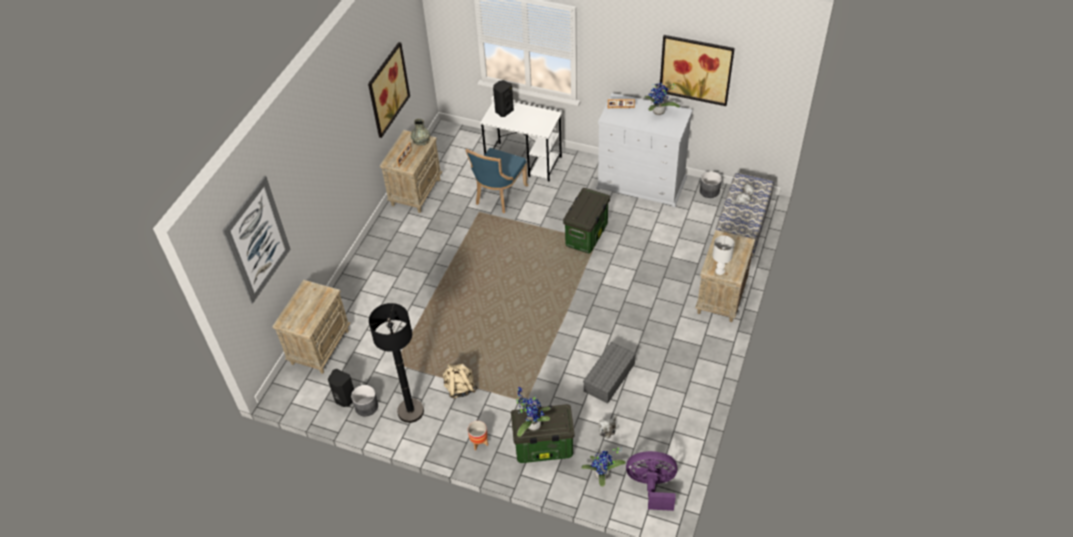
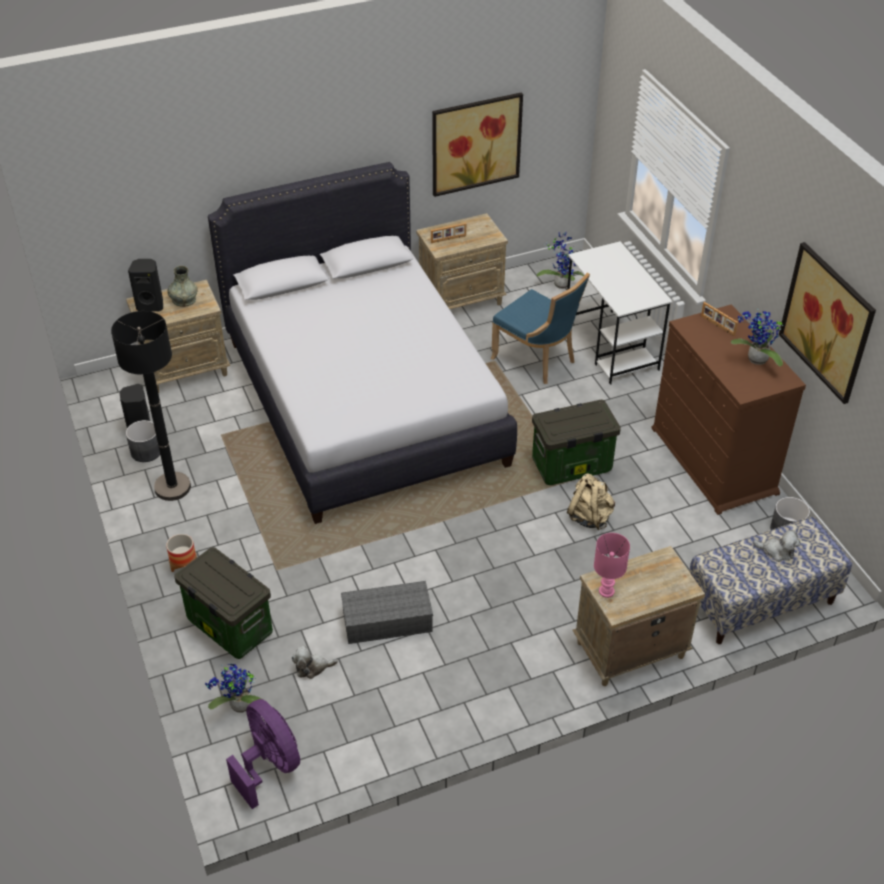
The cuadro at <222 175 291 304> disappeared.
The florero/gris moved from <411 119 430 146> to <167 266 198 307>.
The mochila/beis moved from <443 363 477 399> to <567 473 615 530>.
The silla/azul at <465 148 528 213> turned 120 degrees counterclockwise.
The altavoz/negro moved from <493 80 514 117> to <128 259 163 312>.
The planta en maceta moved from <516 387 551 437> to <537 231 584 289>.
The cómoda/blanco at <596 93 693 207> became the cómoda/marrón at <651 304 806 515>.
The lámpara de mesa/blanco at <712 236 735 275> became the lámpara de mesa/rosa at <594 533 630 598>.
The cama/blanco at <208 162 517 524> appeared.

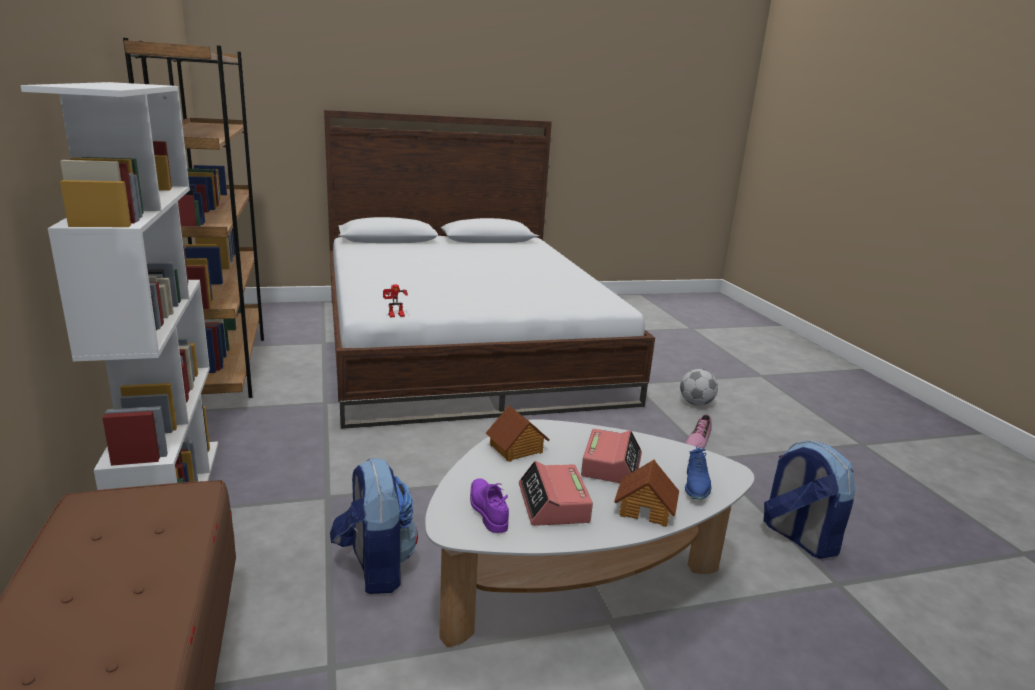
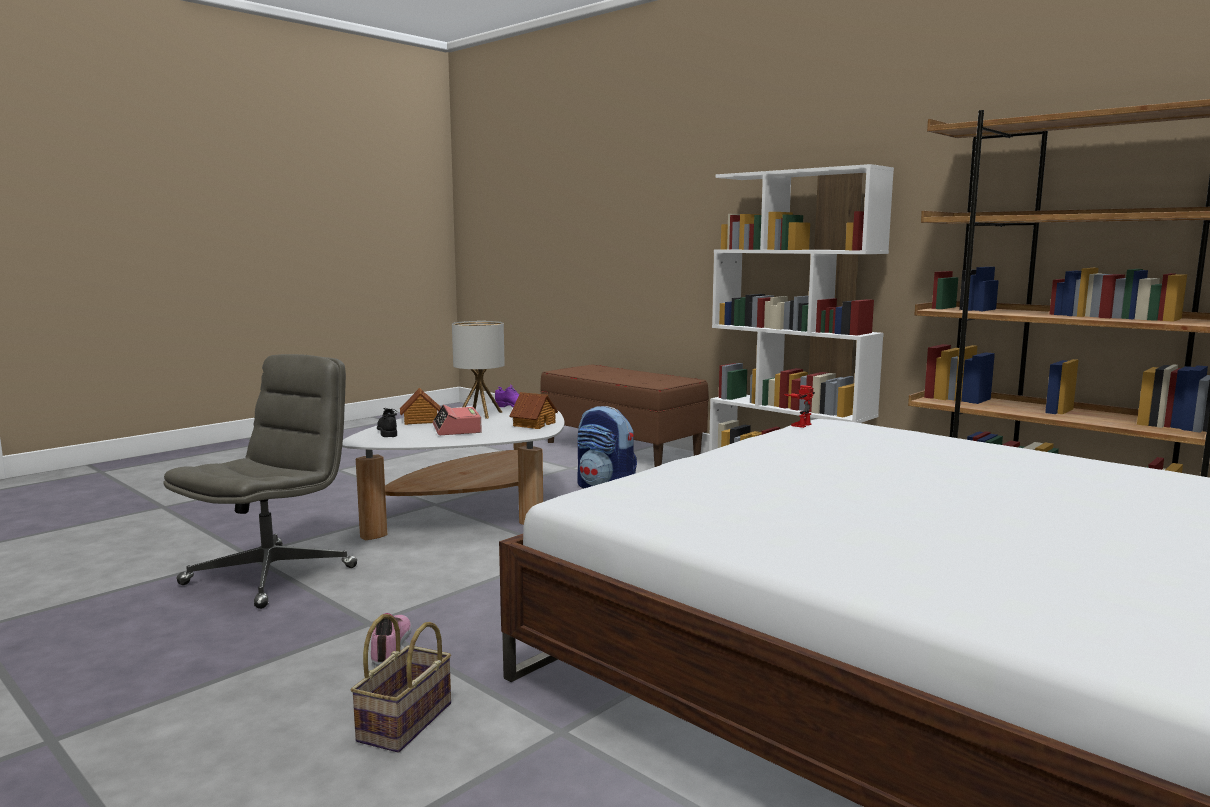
The despertador at <519 461 593 526> was replaced by the lámpara de mesa at <452 321 505 419>.
The balón de fútbol at <680 369 718 406> was replaced by the cesta at <351 614 451 753>.
The zapato/azul at <685 446 711 500> became the zapato/negro at <377 408 397 437>.
The mochila at <763 441 855 559> was replaced by the silla de oficina/gris at <163 354 357 609>.

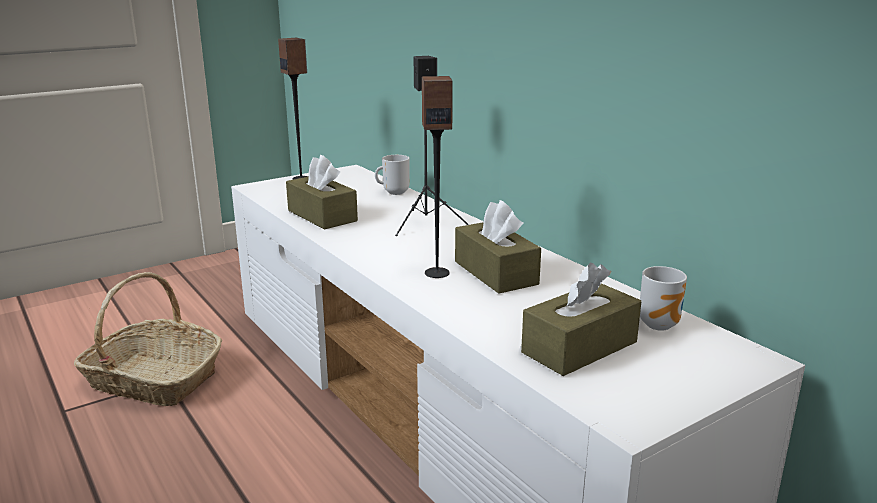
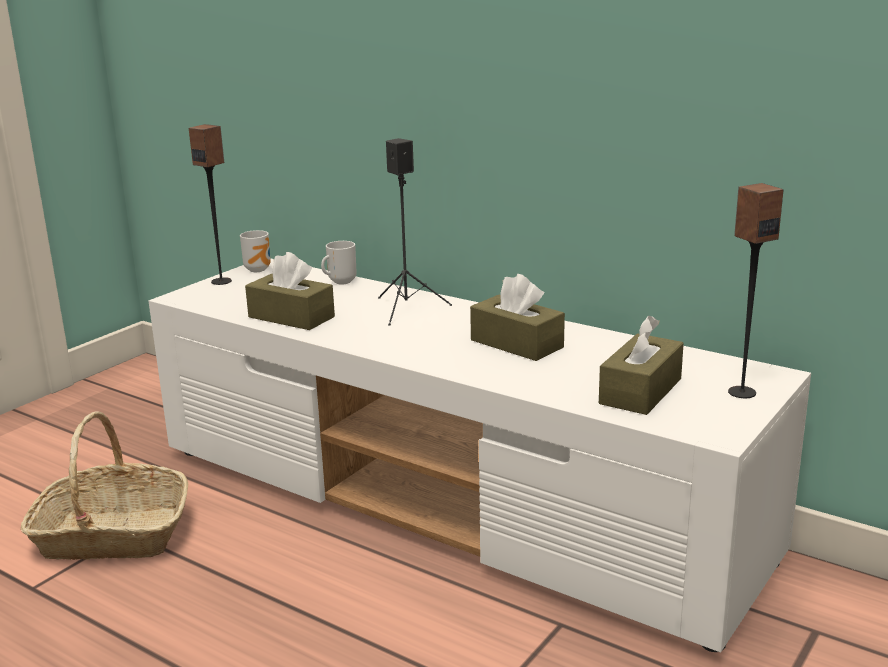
The altavoz moved from <422 76 453 278> to <728 183 783 398>.
The taza grande moved from <640 266 687 331> to <240 230 271 272>.

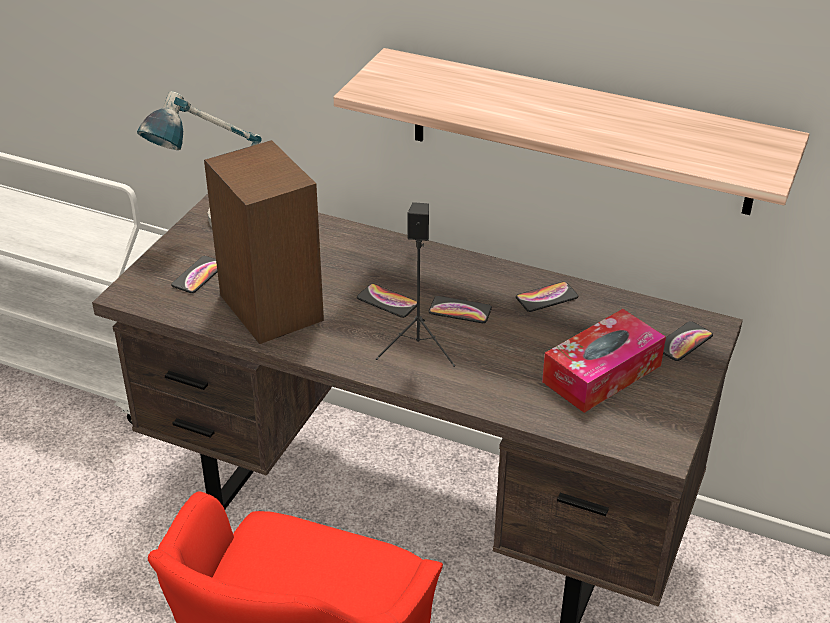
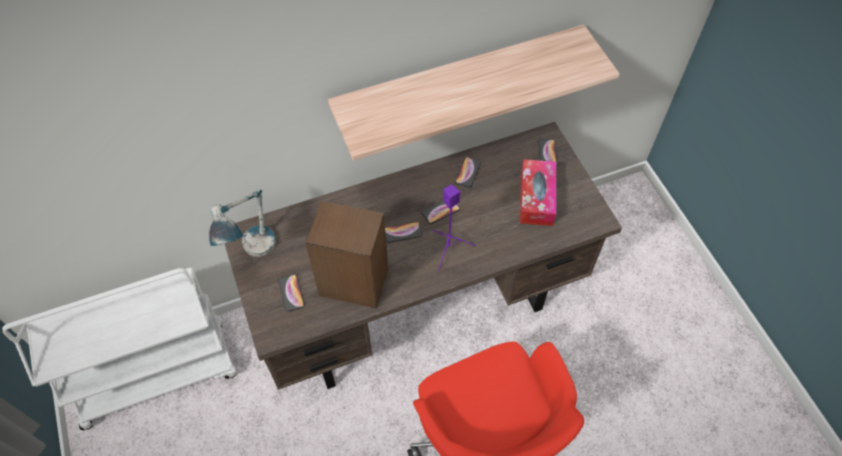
The altavoz/negro at <376 202 455 367> became the altavoz/morado at <431 184 476 271>.

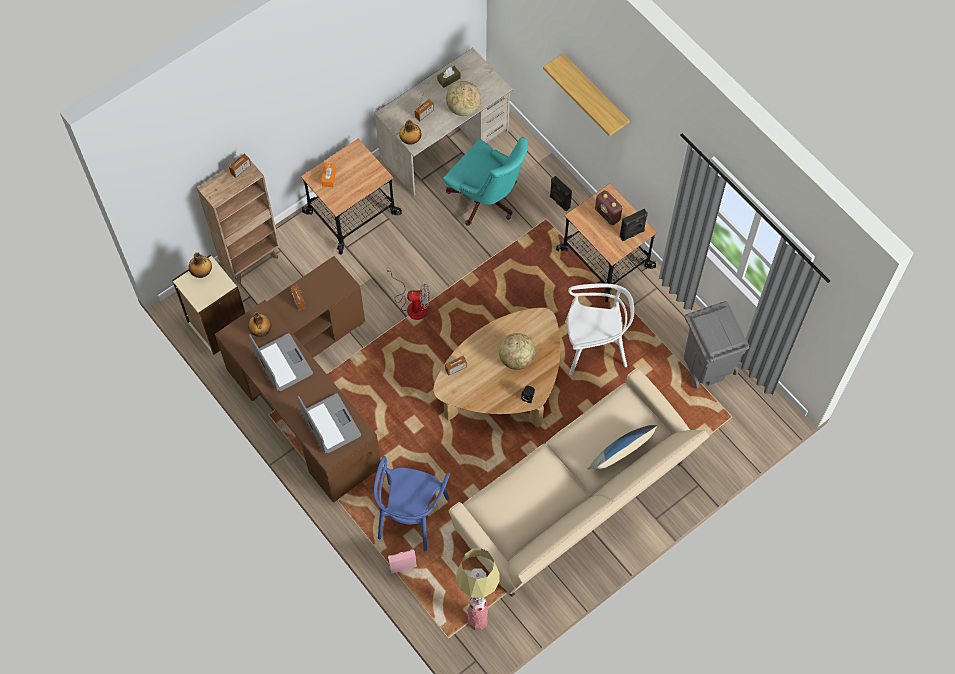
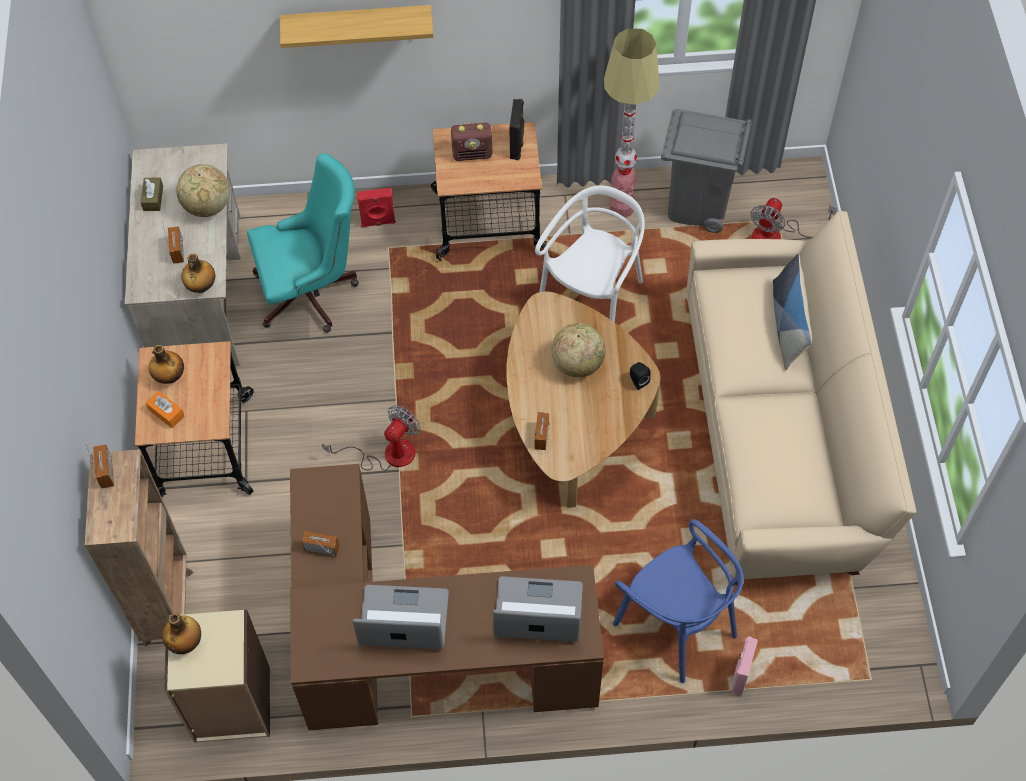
The botella moved from <248 312 271 337> to <149 345 184 384>.
The lámpara de pie moved from <456 548 500 631> to <604 28 659 218>.
The altavoz/negro at <550 176 572 211> became the altavoz/rojo at <357 188 396 227>.
The ventilador at <750 198 837 239> appeared.

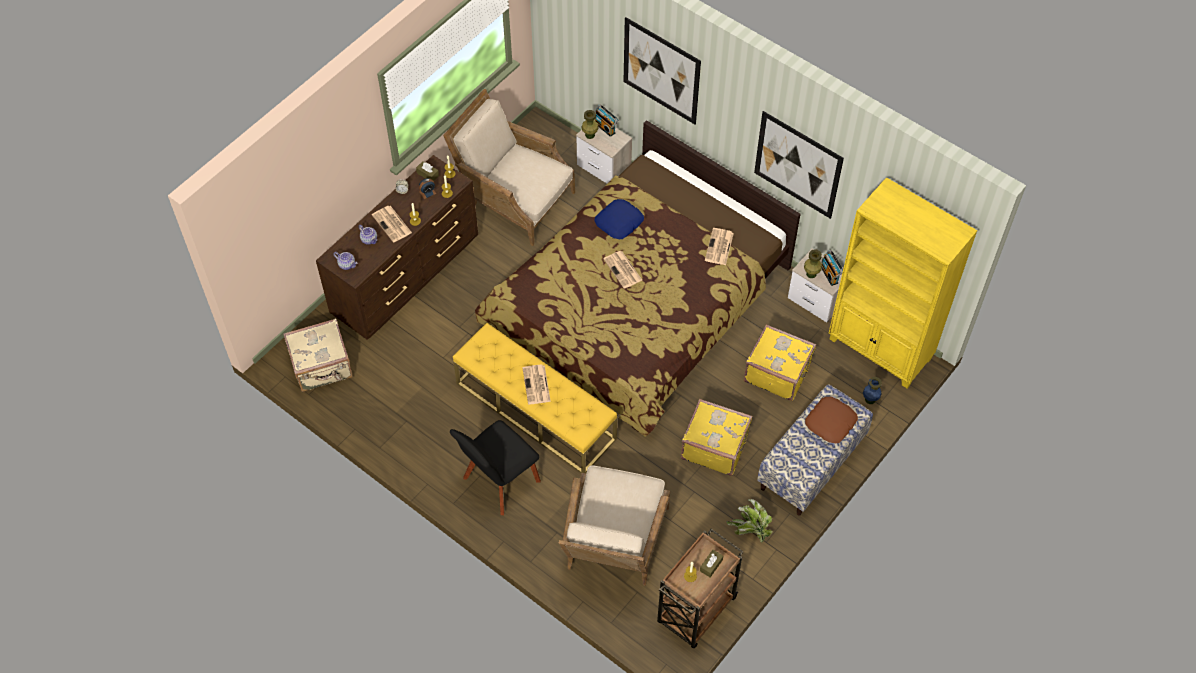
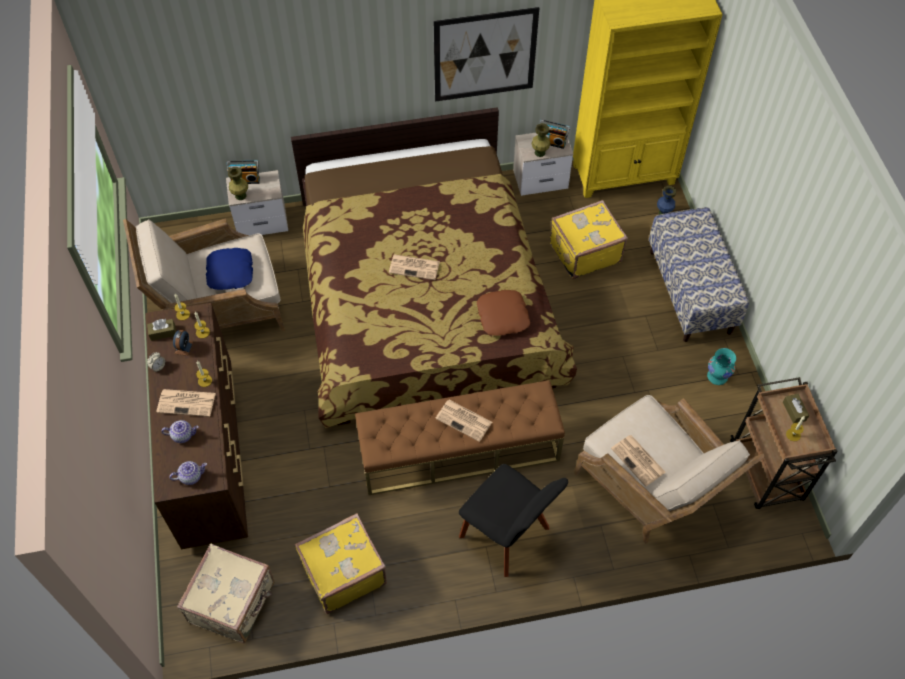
The silla/negro at <450 420 541 515> turned 45 degrees counterclockwise.
The banco/amarillo at <453 323 617 474> became the banco/marrón at <355 380 565 495>.
The cojín/azul moved from <594 199 644 239> to <206 248 253 290>.
The cuadro at <623 17 701 124> disappeared.
The maleta/amarillo moved from <681 399 752 476> to <295 513 387 614>.
The periódico moved from <705 228 734 265> to <611 435 666 487>.
The planta en maceta at <726 499 773 542> was replaced by the florero/turquesa at <707 348 736 385>.
The cojín/marrón moved from <805 397 858 443> to <477 290 530 336>.

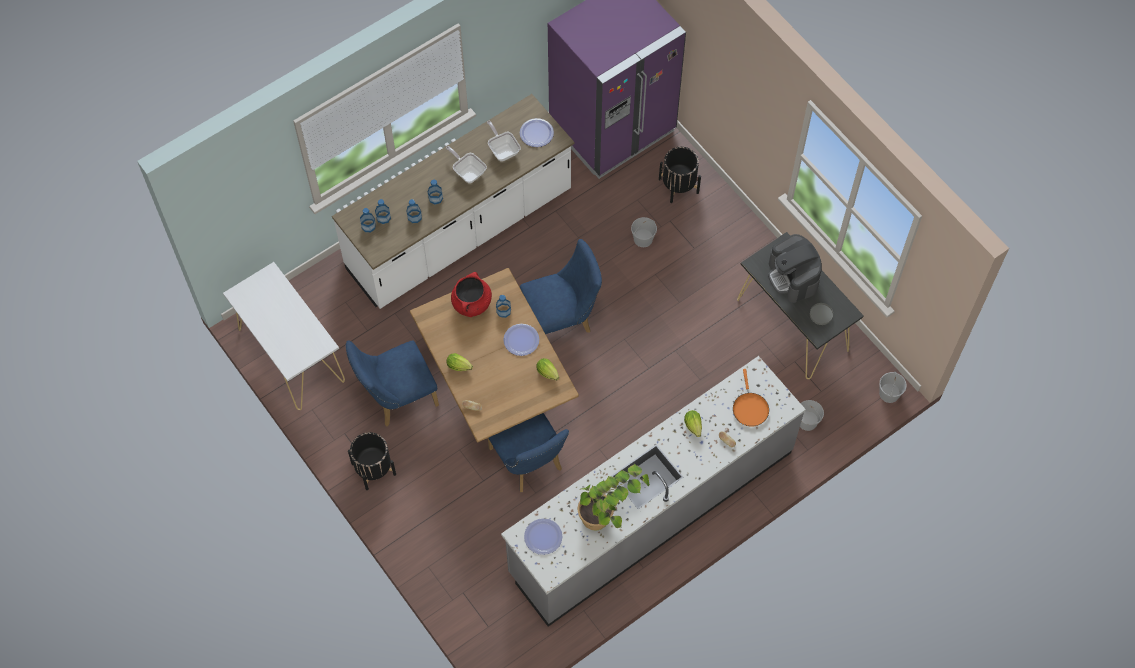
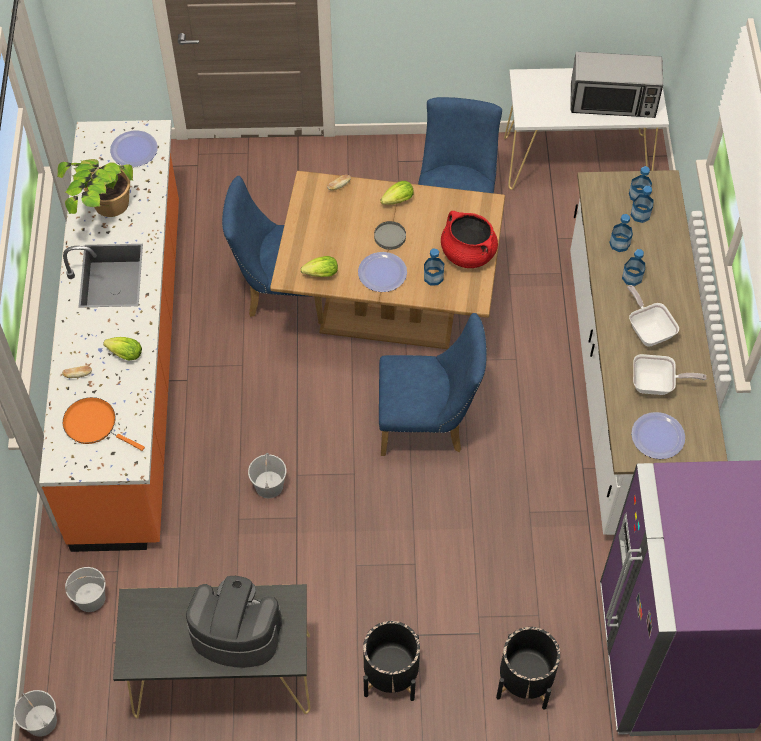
The maceta/negro moved from <348 432 396 490> to <363 621 420 701>.
The sartén at <446 146 487 183> turned 105 degrees counterclockwise.
The mueble bajo de cocina/gris at <501 356 806 627> became the mueble bajo de cocina/naranja at <39 120 179 552>.
The silla/azul at <520 239 602 334> turned 105 degrees counterclockwise.
The cubo/blanco moved from <631 217 657 247> to <248 453 286 498>.
The plato/gris moved from <810 303 833 325> to <374 221 406 250>.
The microondas at <570 52 663 118> appeared.

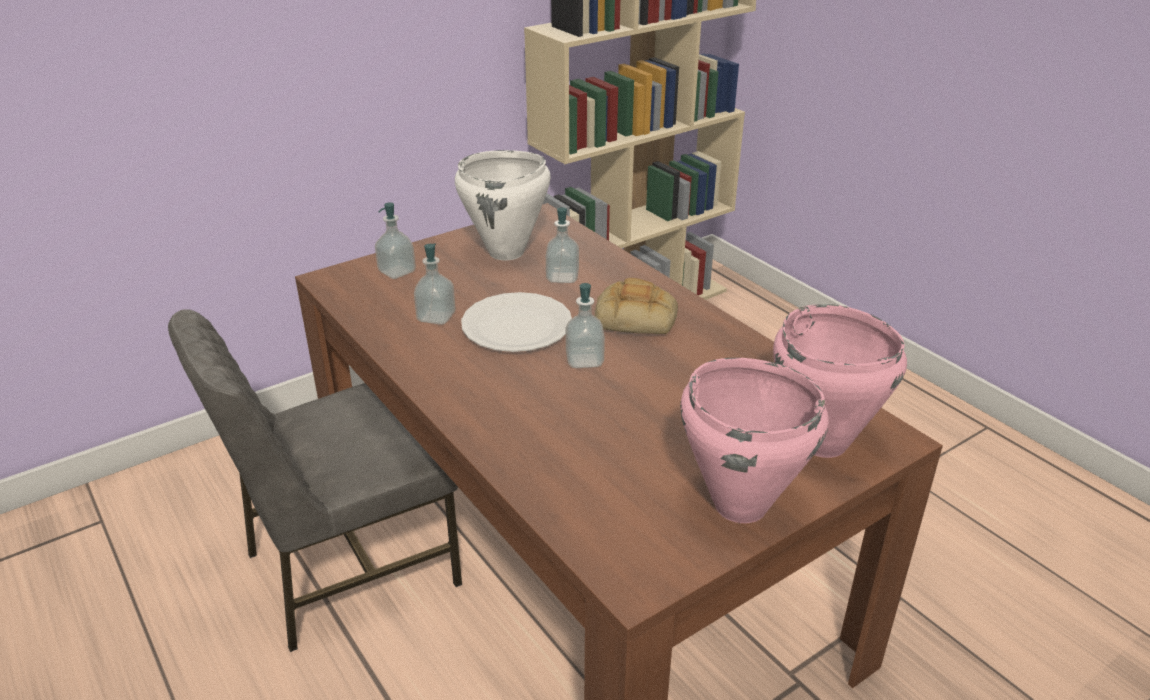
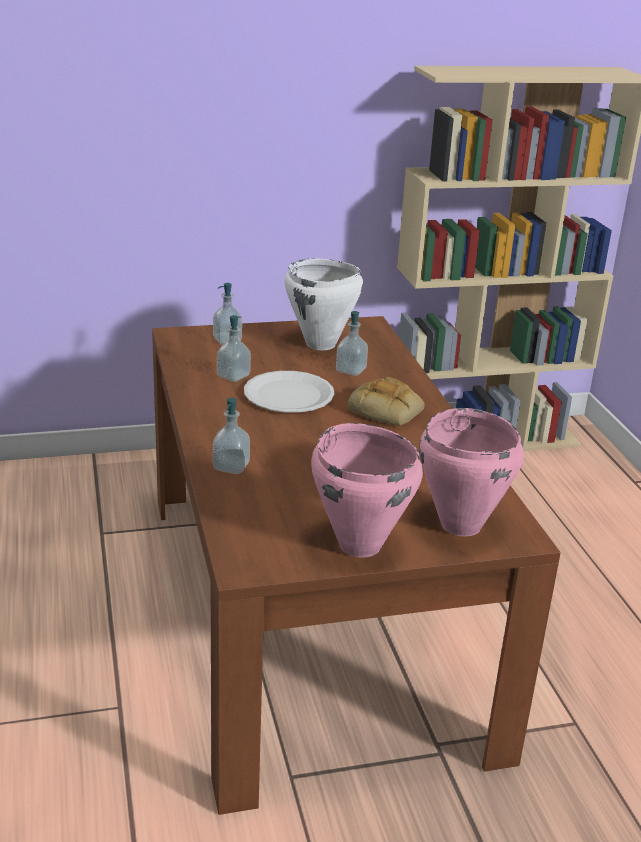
The silla/gris at <168 309 462 652> disappeared.
The dispensador de jabón moved from <566 283 605 368> to <213 398 250 474>.

